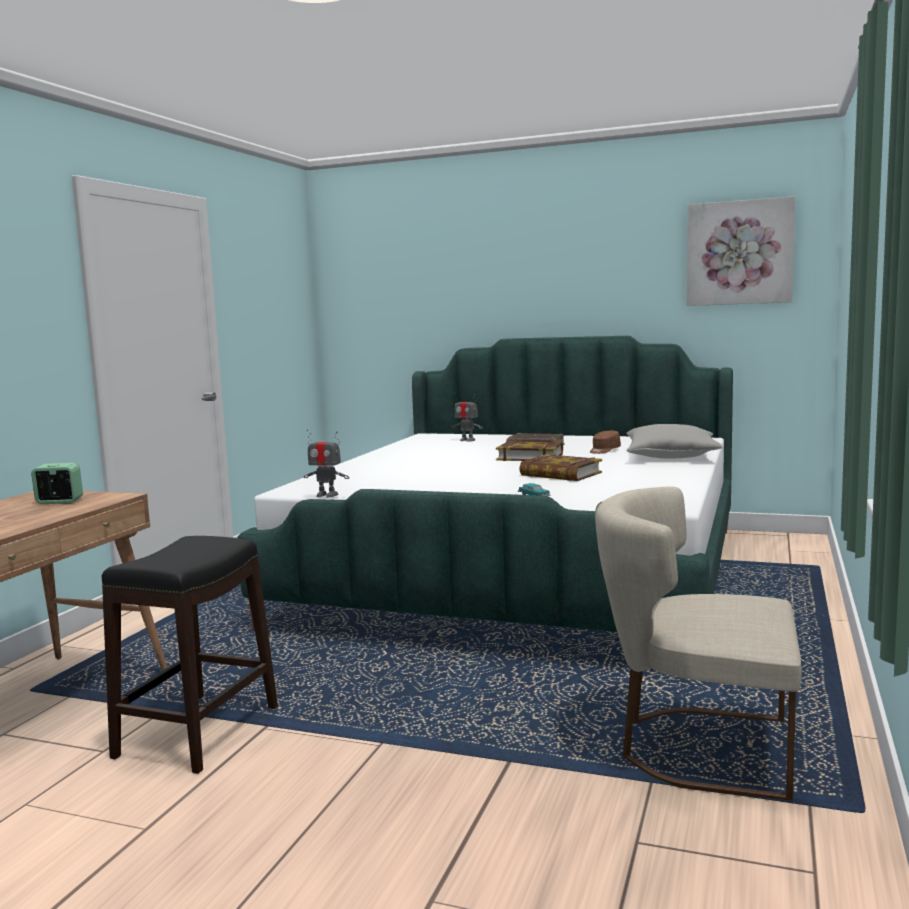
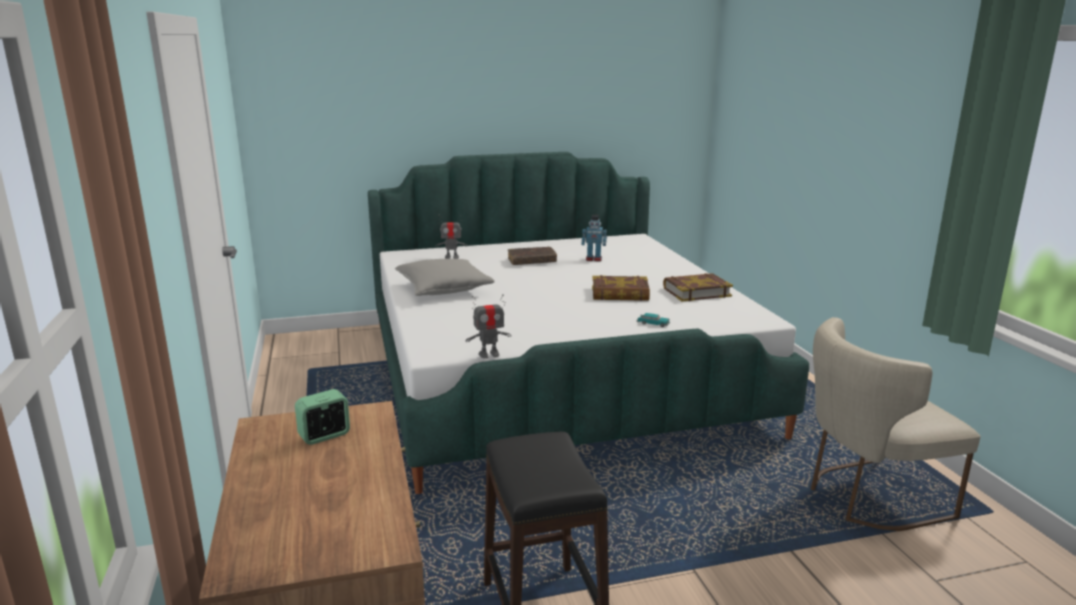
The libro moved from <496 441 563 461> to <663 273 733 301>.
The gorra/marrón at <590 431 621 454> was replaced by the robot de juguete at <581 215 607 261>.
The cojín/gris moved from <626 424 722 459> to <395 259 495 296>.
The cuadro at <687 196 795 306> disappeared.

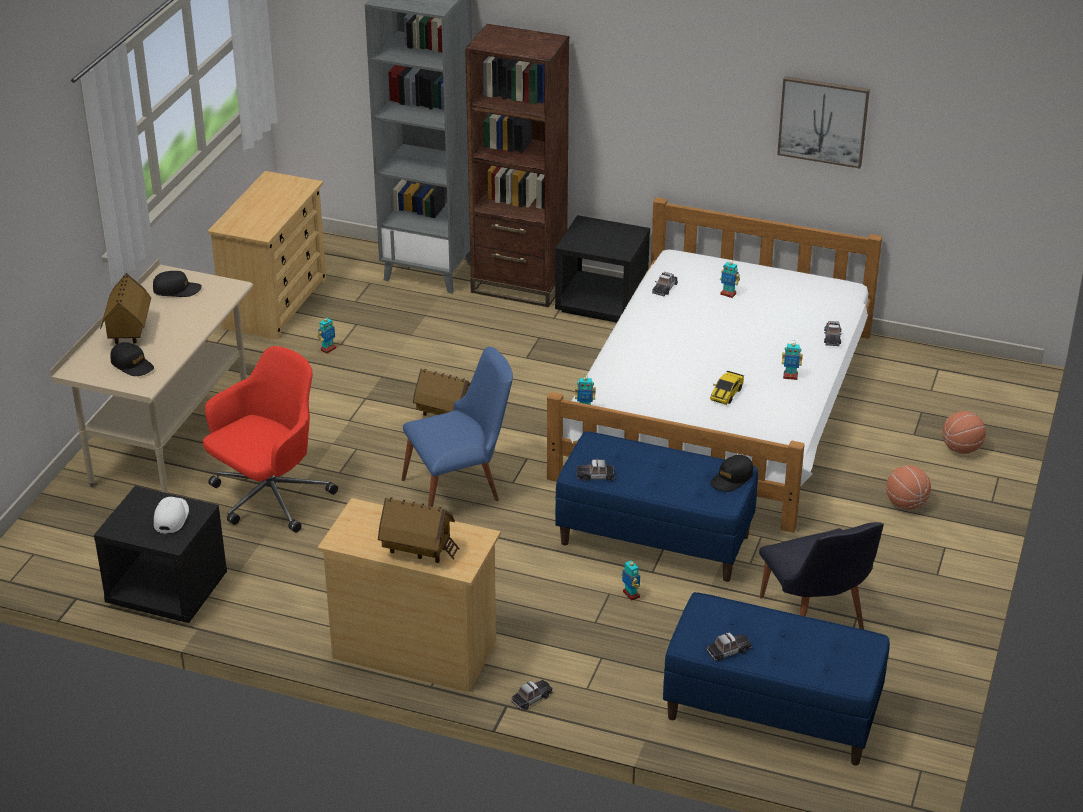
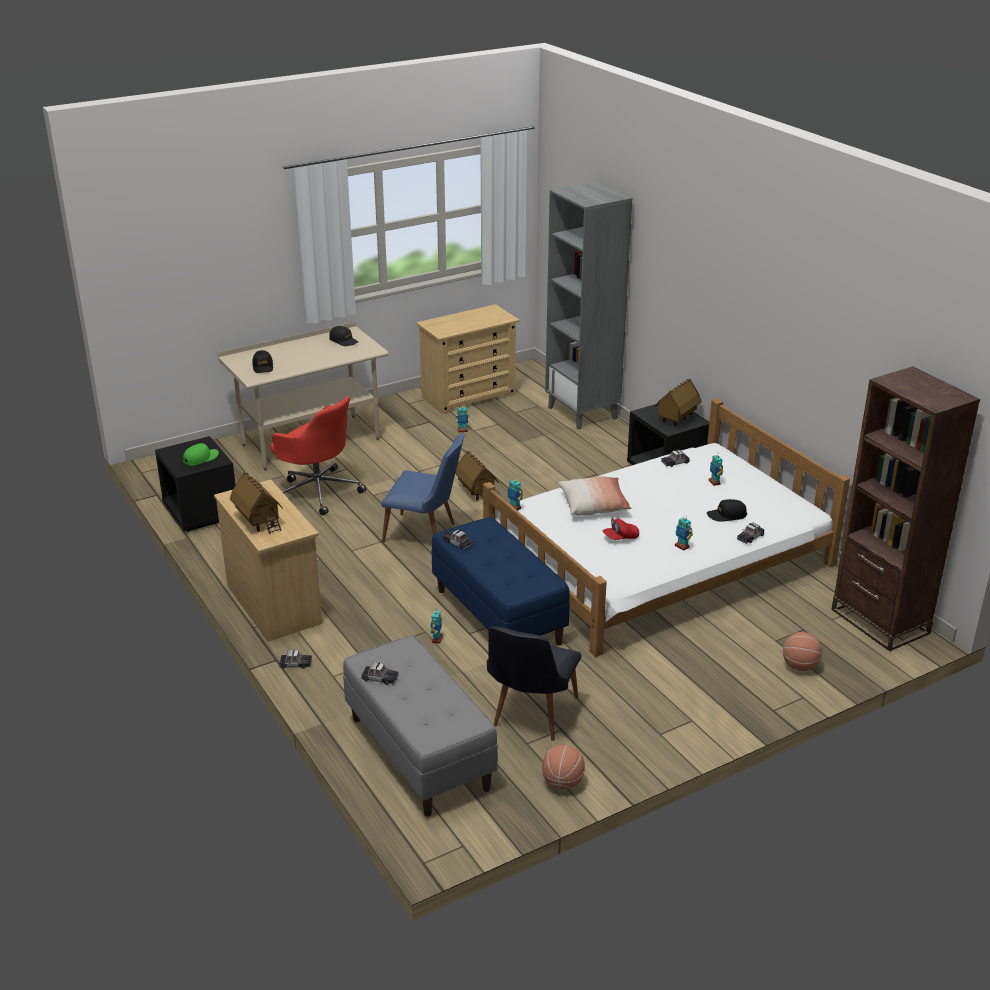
The casita moved from <100 273 151 344> to <655 379 702 426>.
The gorra/blanco at <154 497 189 534> became the gorra/verde at <183 443 219 465>.
The silla de oficina/rojo at <203 346 338 533> turned 45 degrees clockwise.
The estantería/marrón moved from <465 24 569 307> to <831 366 980 651>.
The banco/azul at <663 592 890 766> became the banco/gris at <343 635 498 817>.
The coche de juguete at <710 371 744 405> was replaced by the gorra/rojo at <603 518 639 540>.
The gorra/negro moved from <710 455 753 492> to <707 499 747 522>.
The cuadro at <777 76 870 168> disappeared.
The balón de baloncesto moved from <886 465 931 510> to <542 745 585 789>.
The cojín at <558 476 631 515> appeared.

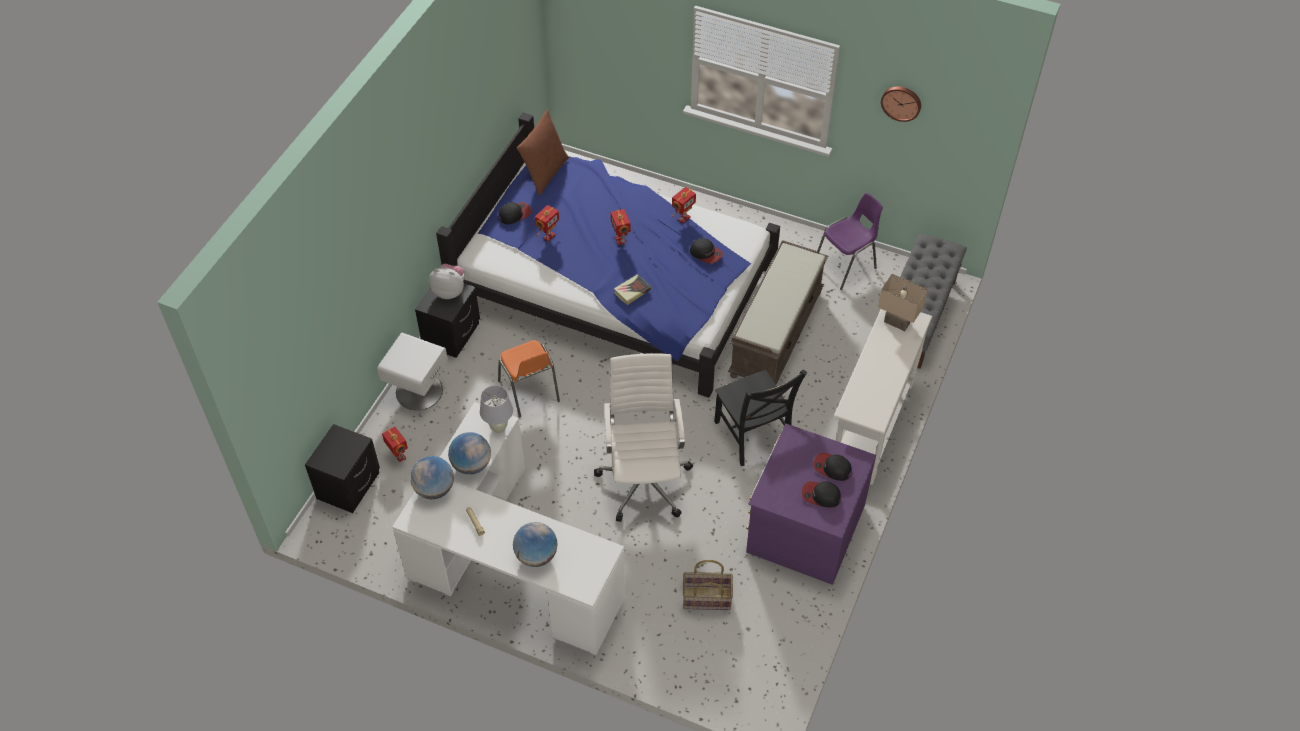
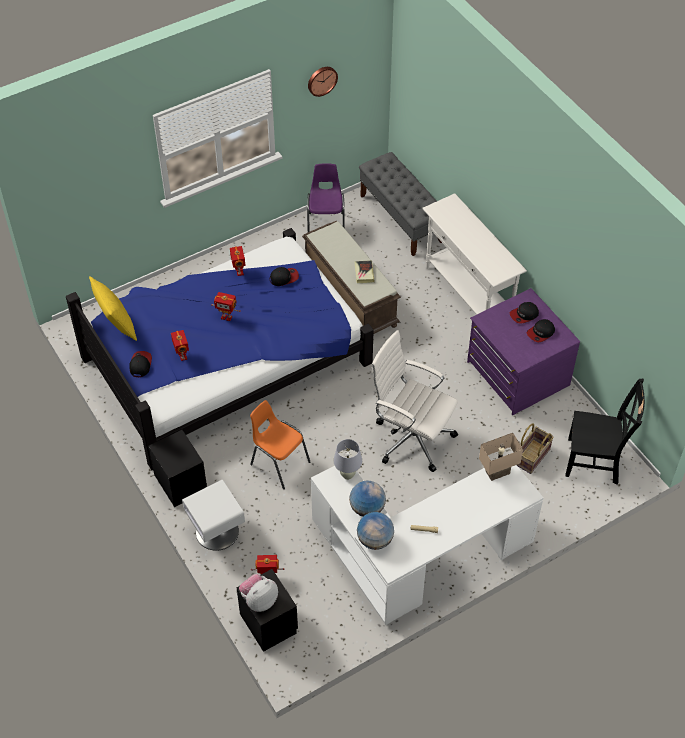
The peluche moved from <429 264 465 299> to <239 574 278 612>.
The silla/naranja at <498 340 560 417> turned 150 degrees counterclockwise.
The globo terráqueo at <513 522 558 567> disappeared.
The cojín/marrón at <517 110 569 196> became the cojín/amarillo at <89 276 137 341>.
The libro moved from <614 274 651 305> to <354 260 375 283>.
The silla/negro moved from <714 369 807 466> to <565 379 645 485>.
The lámpara de mesa/beis moved from <878 274 928 331> to <479 433 523 481>.

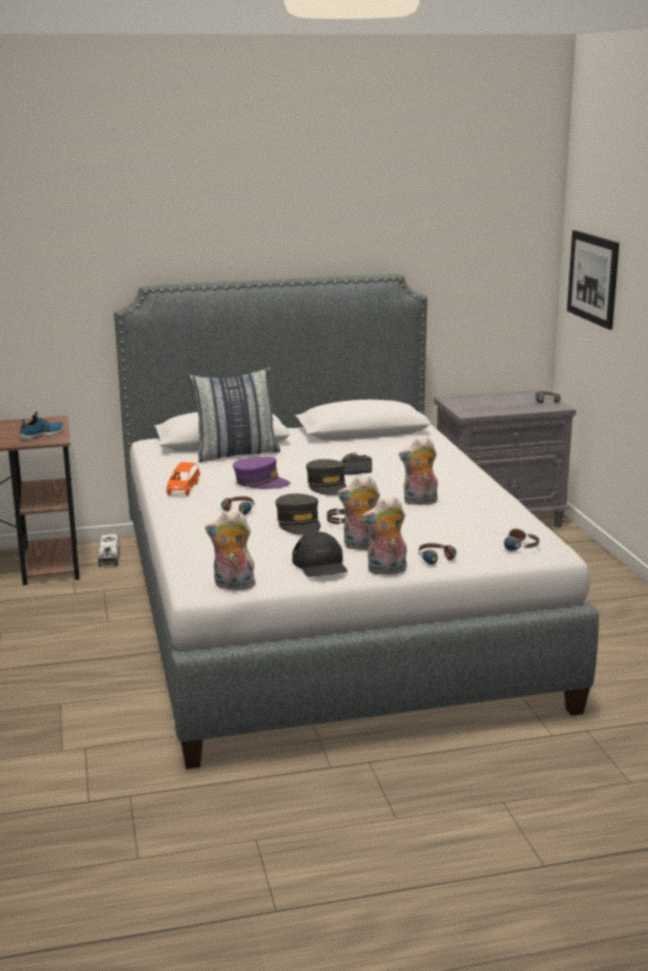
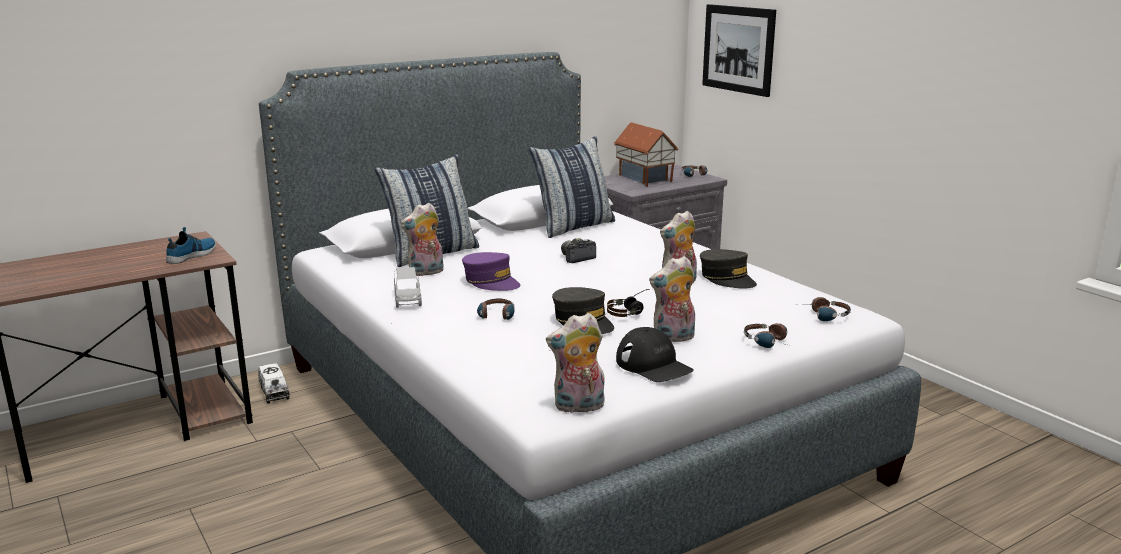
The coche de juguete/naranja at <166 462 200 496> became the coche de juguete/gris at <394 267 422 308>.
The gorra/morado at <233 457 290 489> turned 45 degrees clockwise.
The gorra/gris moved from <306 459 347 496> to <700 249 757 289>.
The peluche moved from <362 497 407 575> to <400 203 444 276>.
The cojín at <528 136 615 238> appeared.
The casita at <614 122 678 187> appeared.

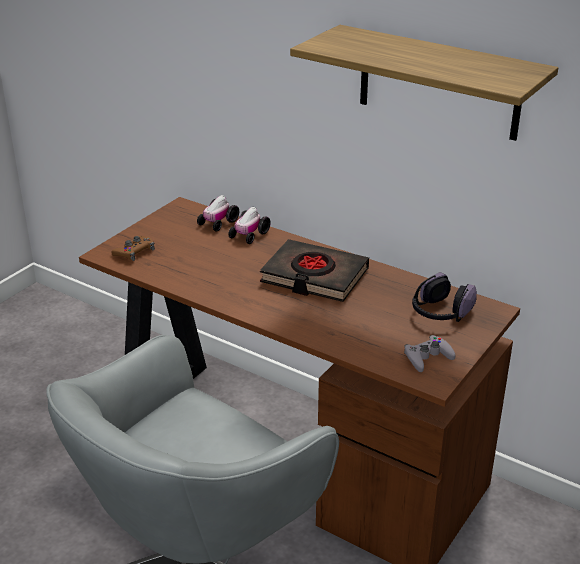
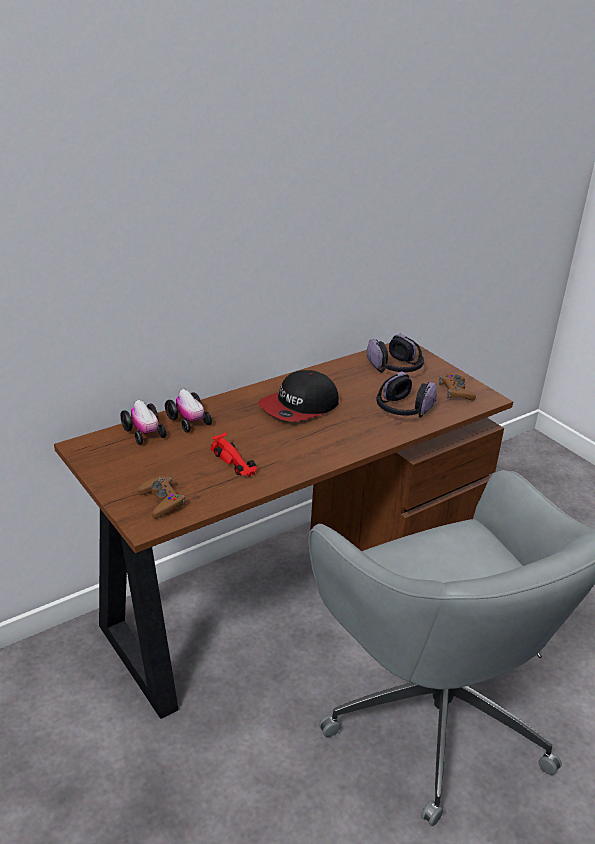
The libro/negro at <260 239 369 302> was replaced by the gorra at <258 370 339 422>.
The estante at <290 25 558 141> disappeared.
The mando de consola/gris at <404 335 455 372> became the mando de consola/marrón at <439 374 476 401>.
The coche de juguete/rojo at <211 433 257 477> appeared.
The auriculares at <376 371 437 418> appeared.

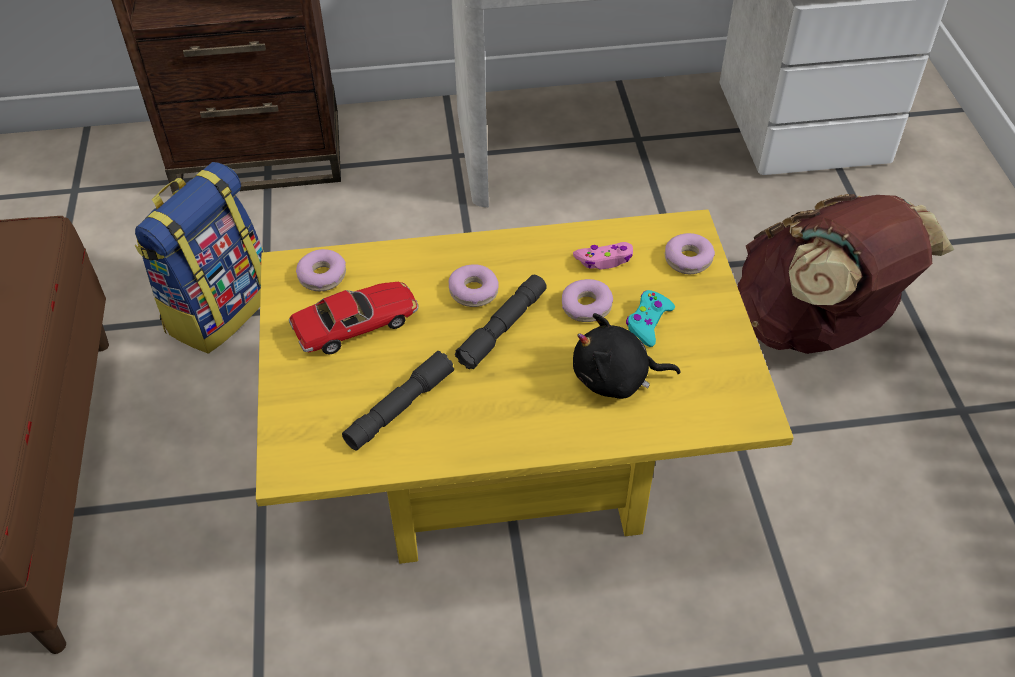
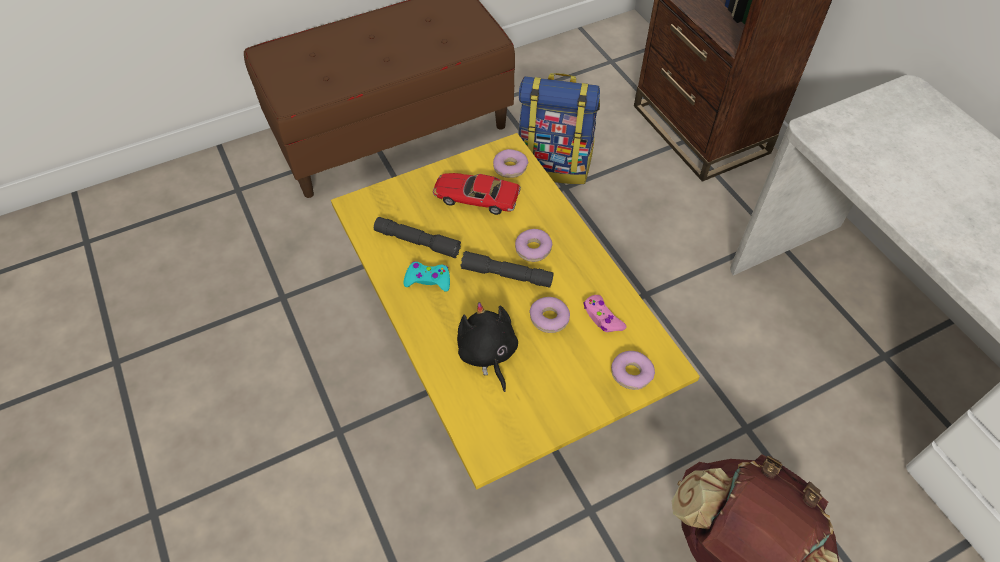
The coche de juguete at <289 281 419 355> turned 150 degrees clockwise.
The mando de consola/turquesa moved from <626 290 675 347> to <403 261 450 292>.

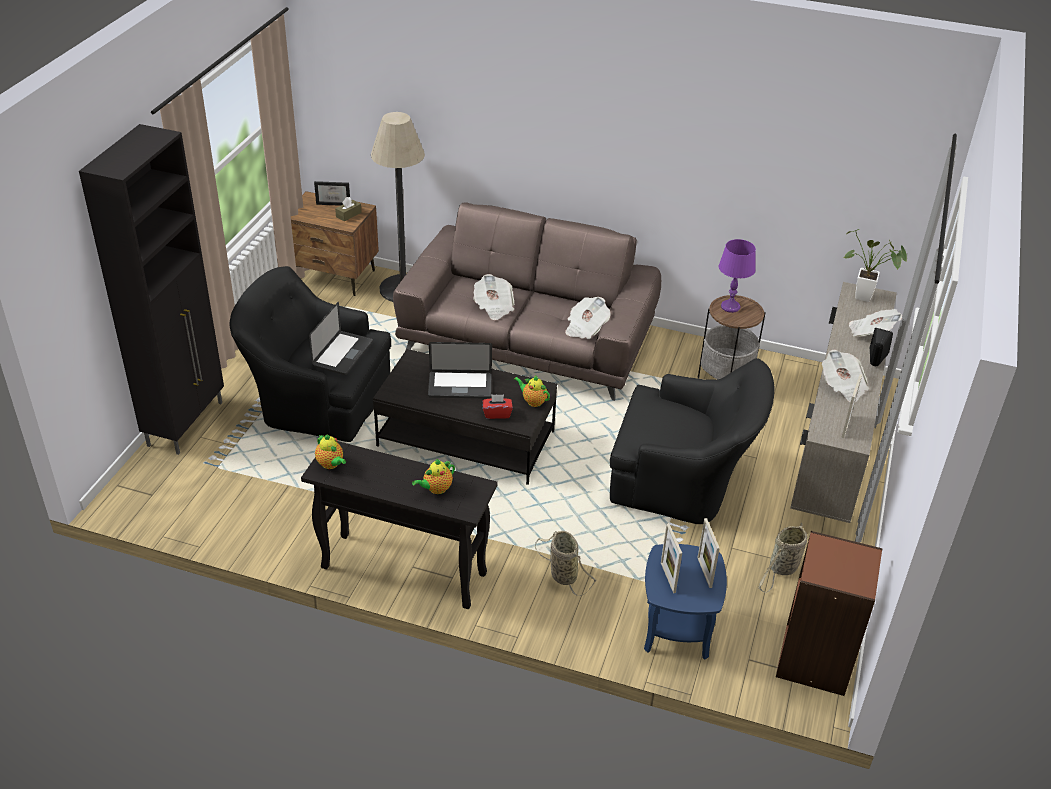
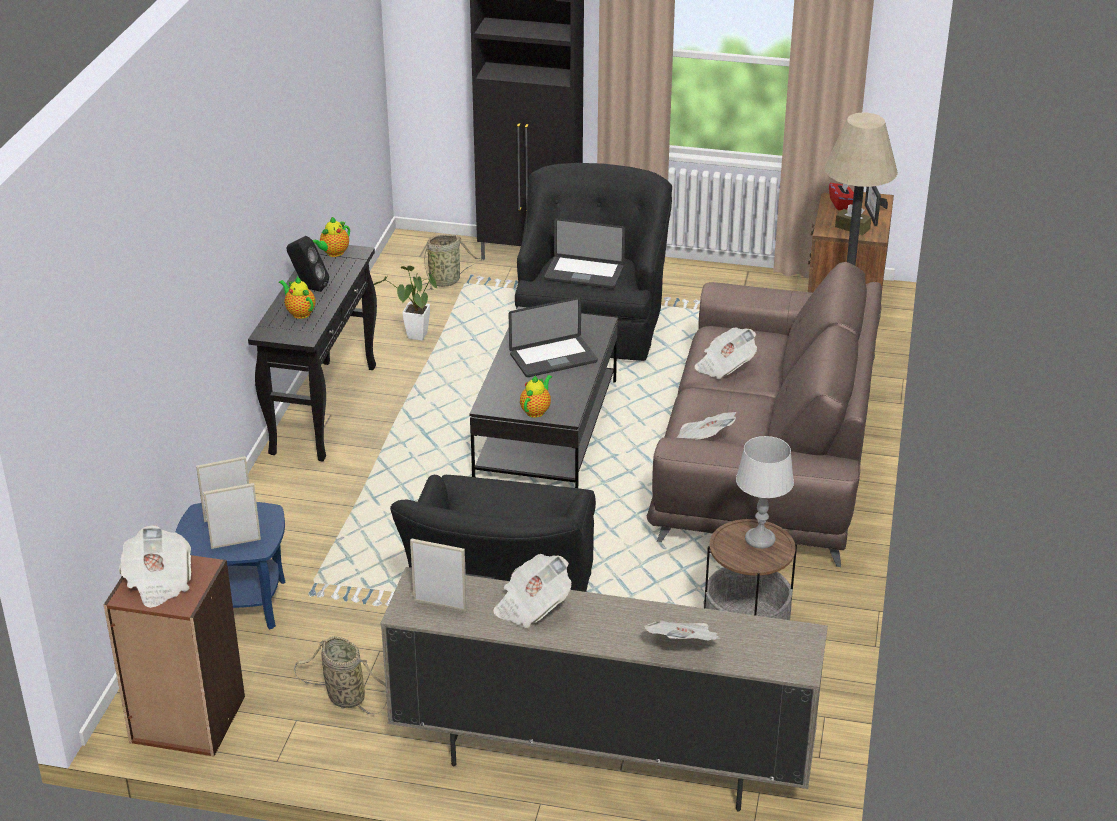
The portátil at <428 342 492 399> turned 105 degrees counterclockwise.
The caja de pañuelos/rojo moved from <483 394 513 419> to <829 183 854 210>.
The cesta moved from <535 531 597 596> to <422 234 484 290>.
The lámpara de mesa/morado at <719 239 756 313> became the lámpara de mesa/gris at <736 436 794 549>.
The planta en maceta moved from <844 229 907 302> to <374 253 438 341>.
The altavoz/negro moved from <870 328 893 366> to <287 236 329 292>.
The periódico at <119 525 191 608> appeared.

